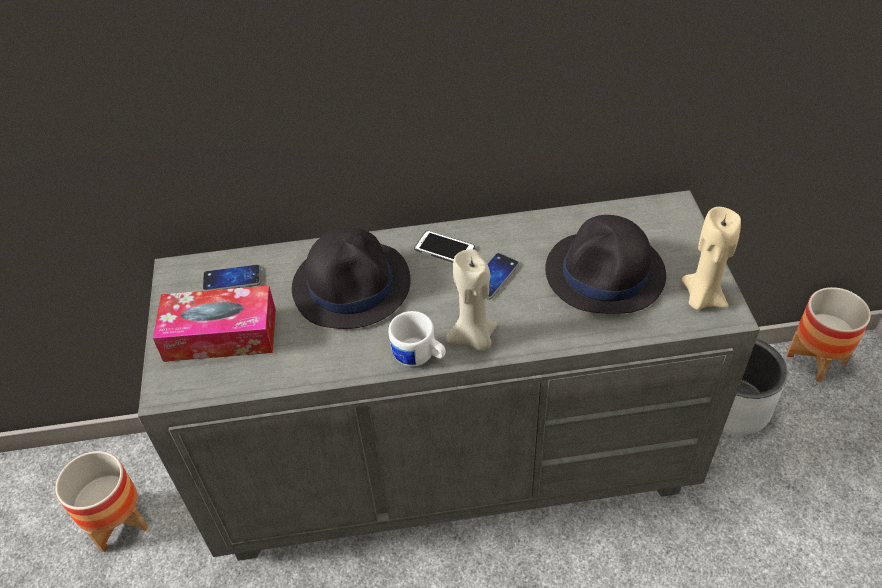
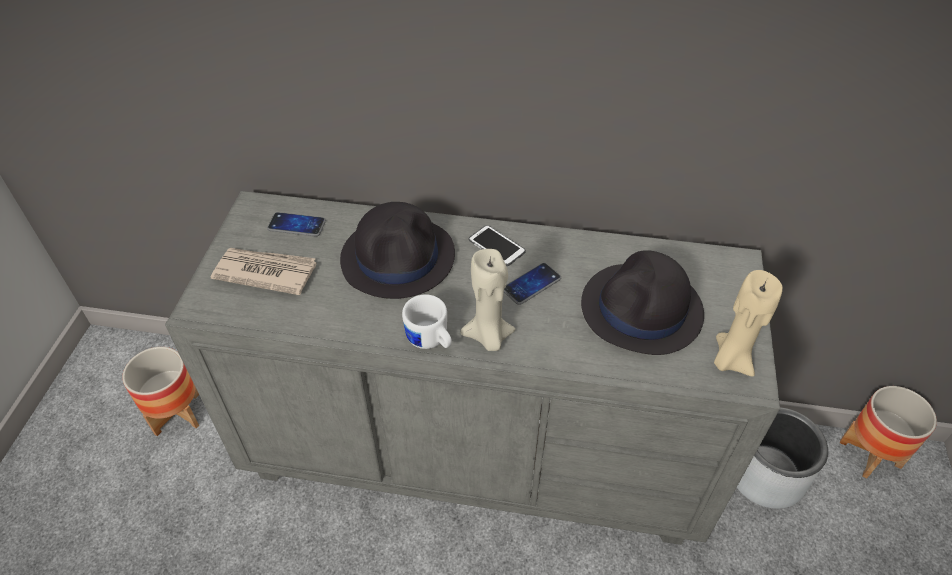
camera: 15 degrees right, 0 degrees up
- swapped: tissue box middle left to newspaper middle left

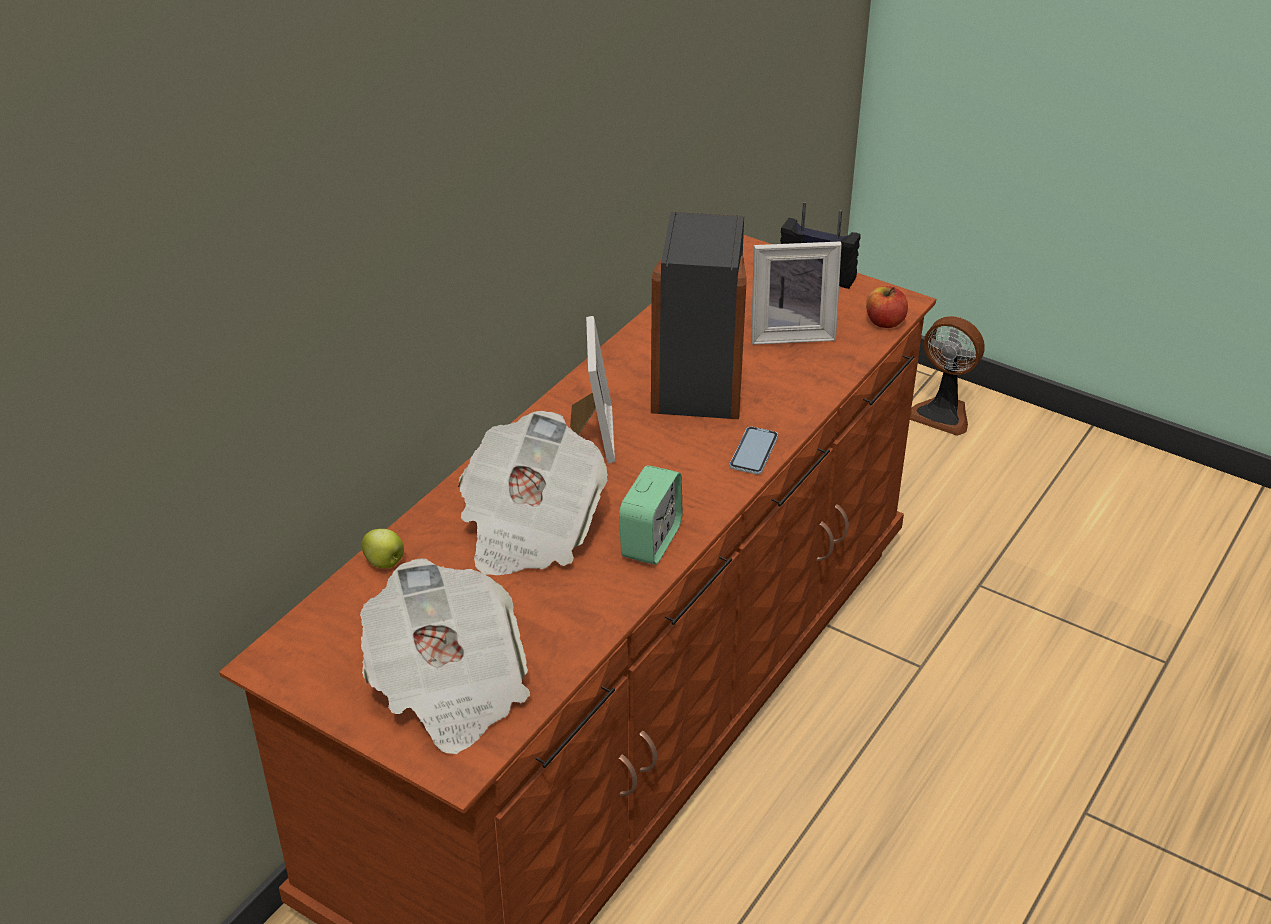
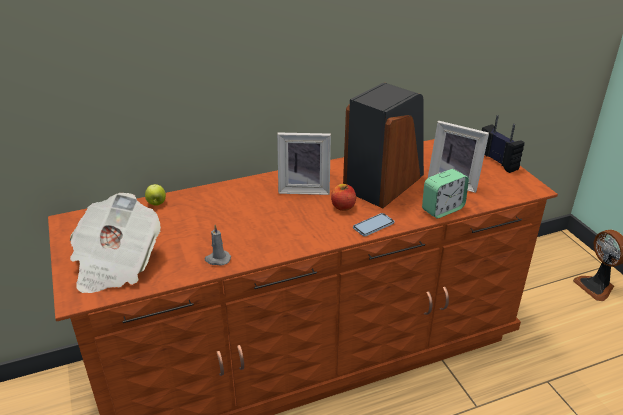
camera: 35 degrees right, 5 degrees down
- new: grey candle centre
- rotated: picture frame (no. 1 from left) centre = centre 60 degrees clockwise
- shifted: apple (no. 2 from left) top right to centre
- shifted: alarm clock centre to middle right
- gone: newspaper (no. 2 from left) centre

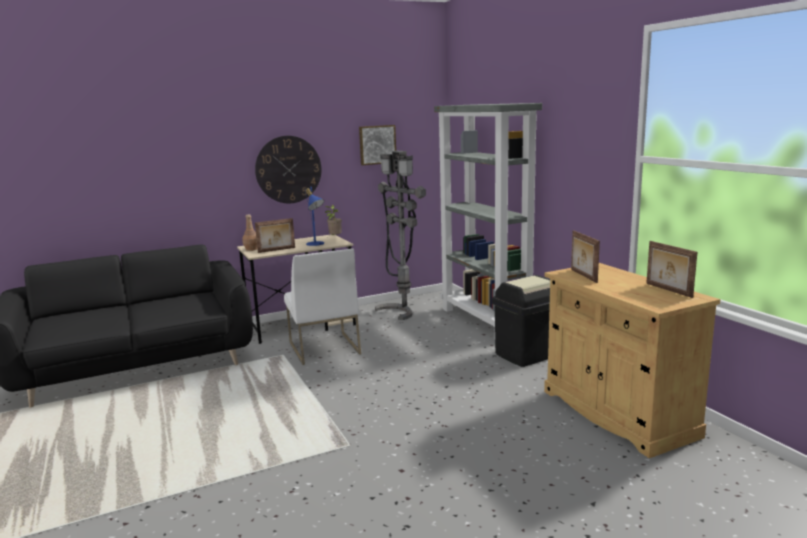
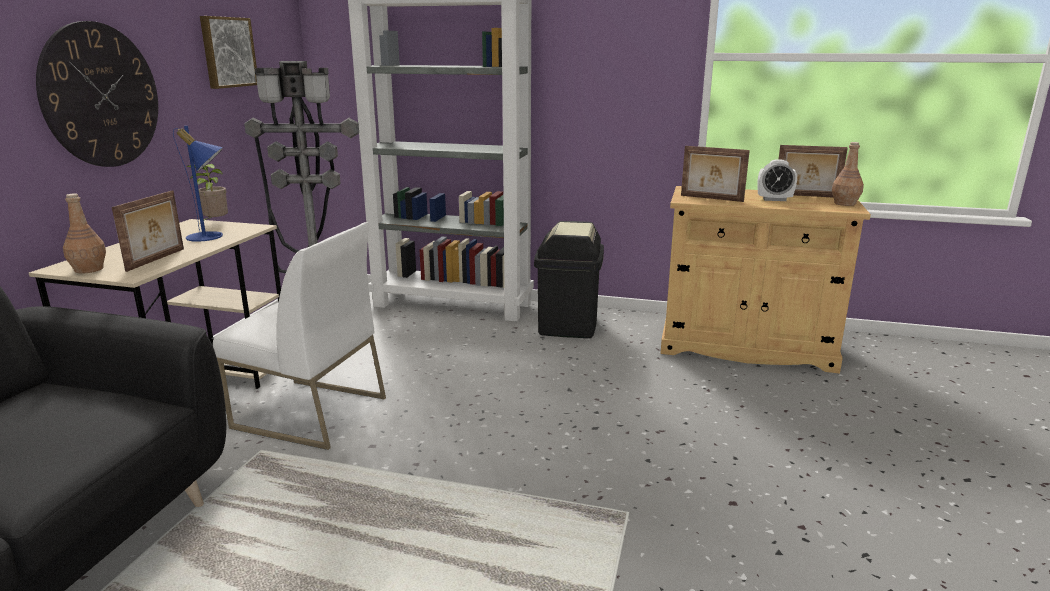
camera: 50 degrees left, 5 degrees up
- new: alarm clock top right
- new: brown bottle (no. 2 from left) top right

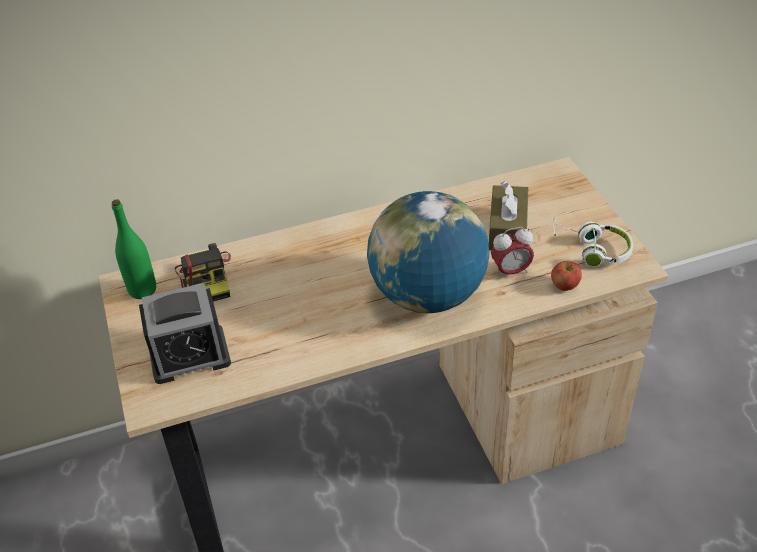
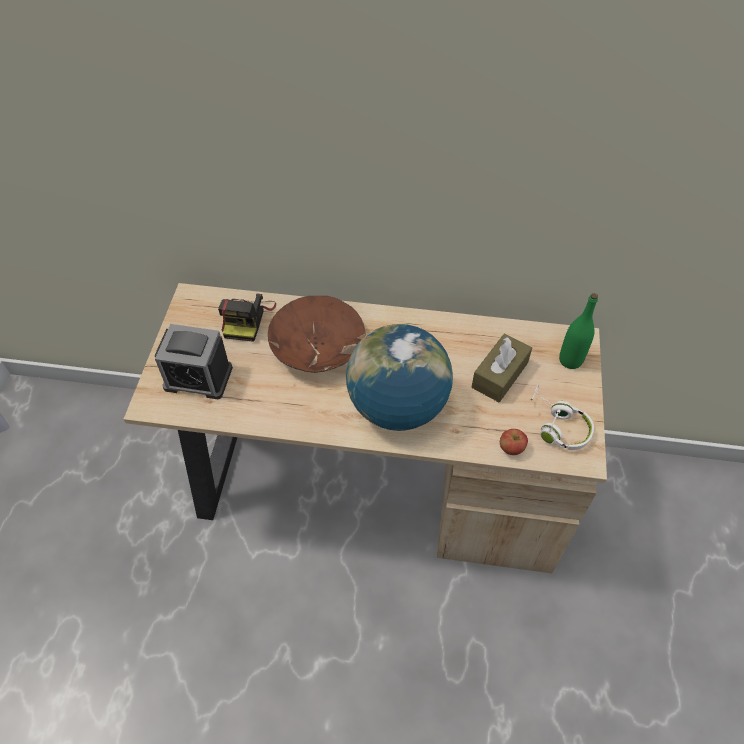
camera: 25 degrees right, 10 degrees up
- new: brown bowl centre
- shifted: green bottle middle left to middle right
- gone: alarm clock (no. 2 from left) middle right

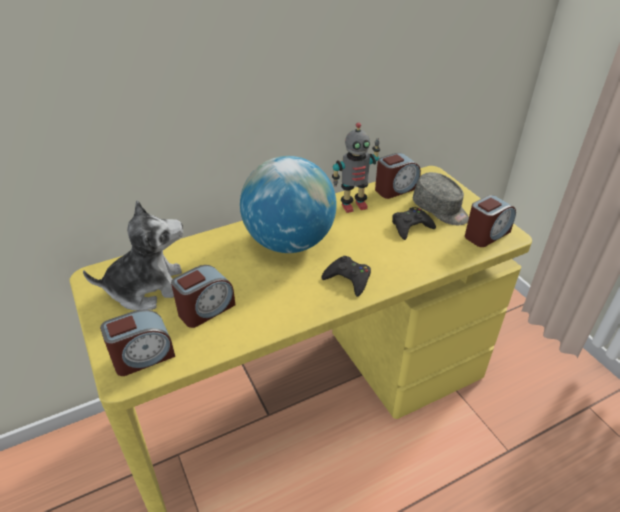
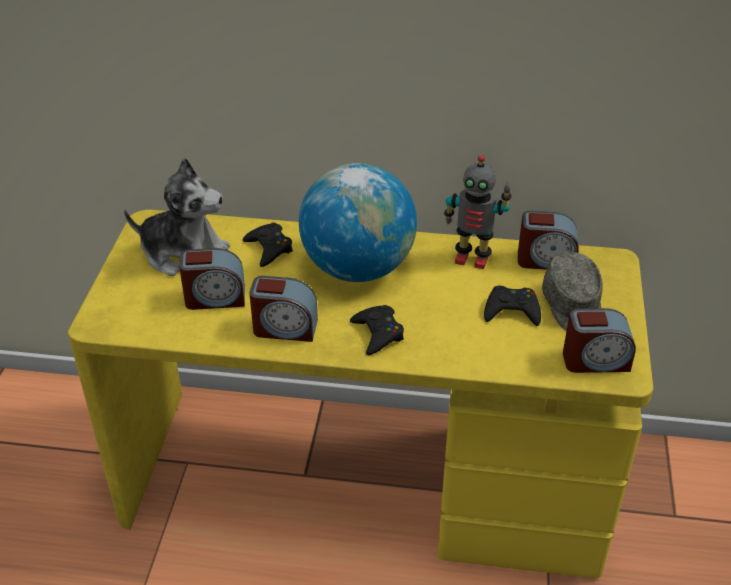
camera: 35 degrees right, 0 degrees up
- new: black game controller (no. 1 from left) centre
- shifted: alarm clock (no. 1 from left in the first image) bottom left to alarm clock (no. 2 from left) centre

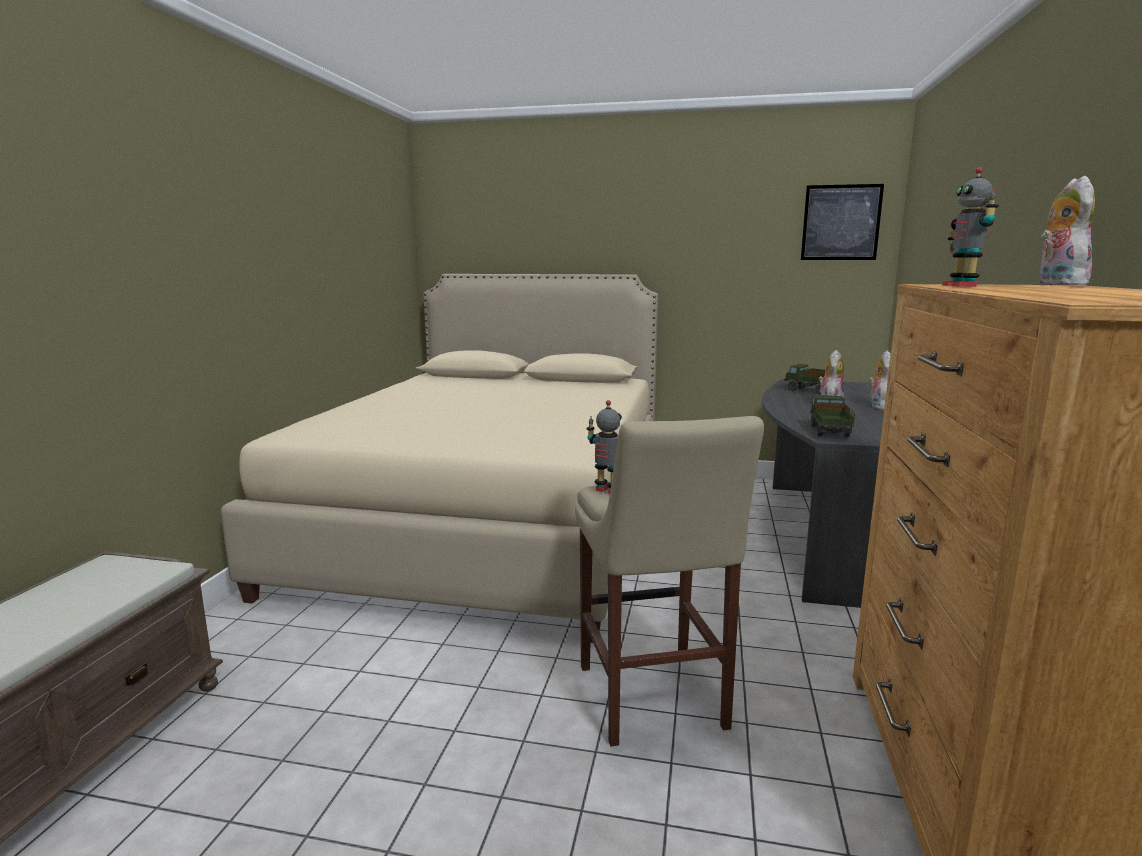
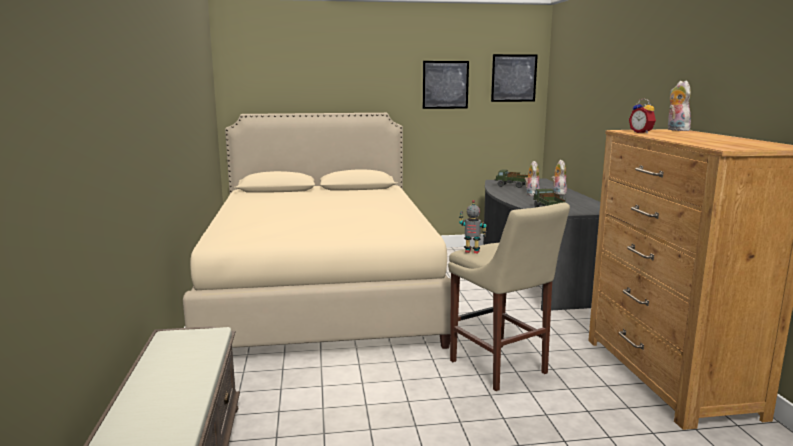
camera: 20 degrees left, 0 degrees up
- new: picture (no. 1 from left) top centre
- swapped: toy robot (no. 2 from left) top right to alarm clock top right

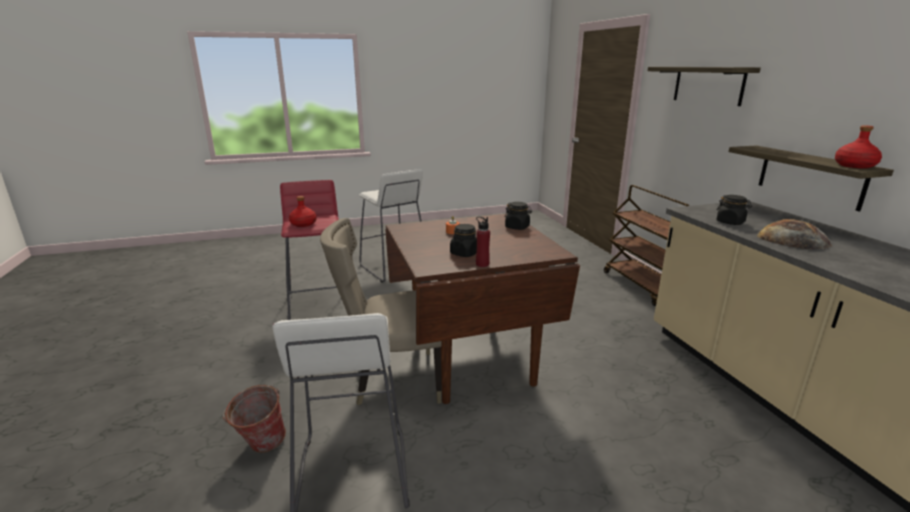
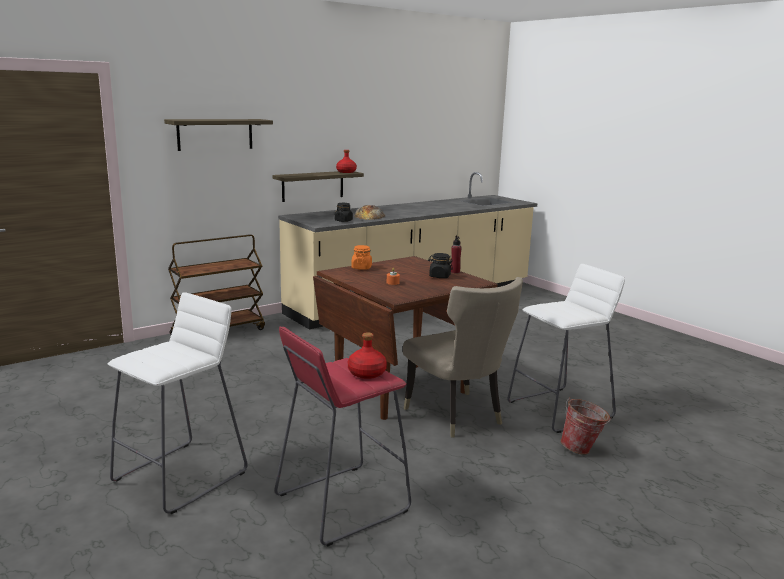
camera: 110 degrees left, 5 degrees down
- repainted: black jar (no. 2 from left) centre to orange jar centre

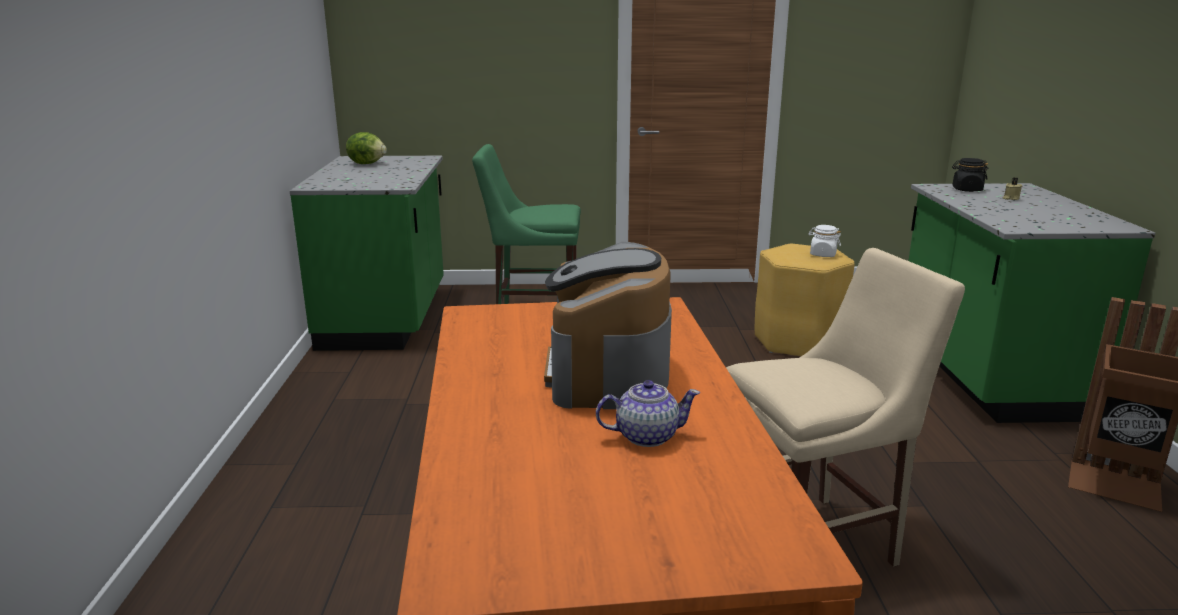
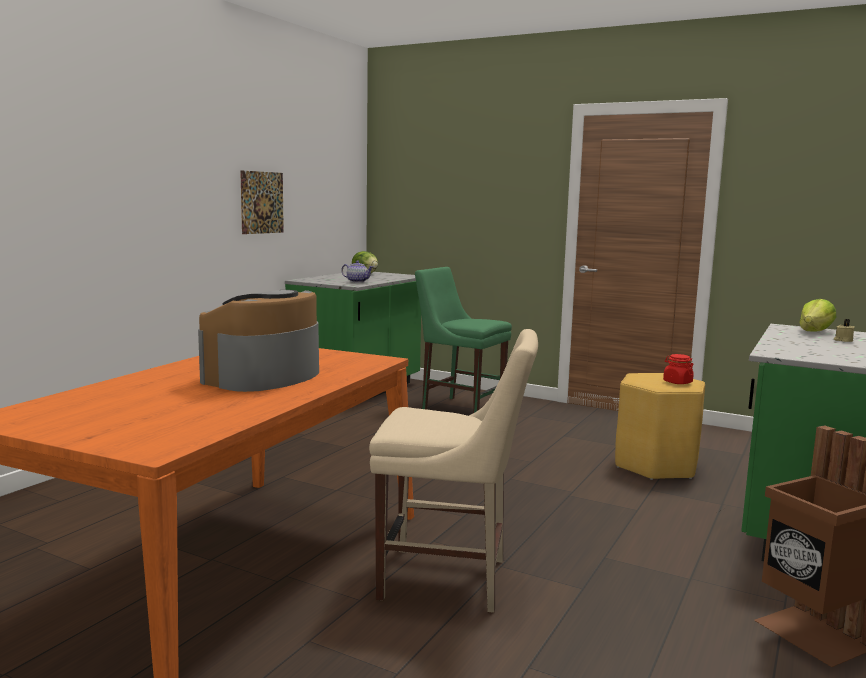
camera: 30 degrees right, 10 degrees down
- new: picture top left
- shifted: teapot bottom centre to centre
- repainted: white jar middle right to red jar middle right
- swapped: black jar top right to lettuce (no. 2 from left) middle right

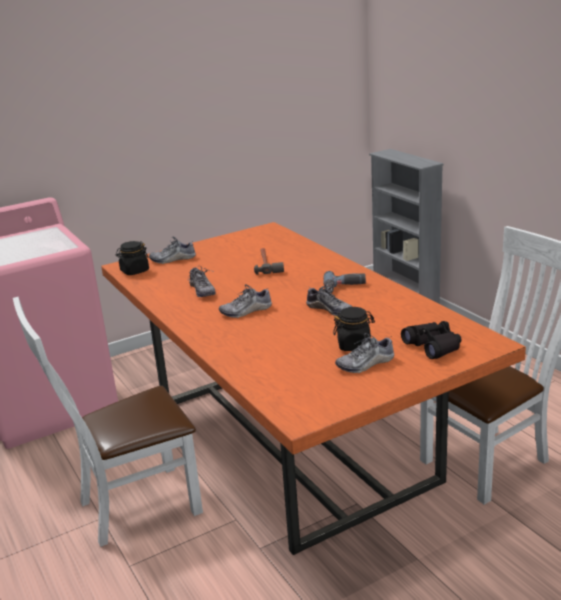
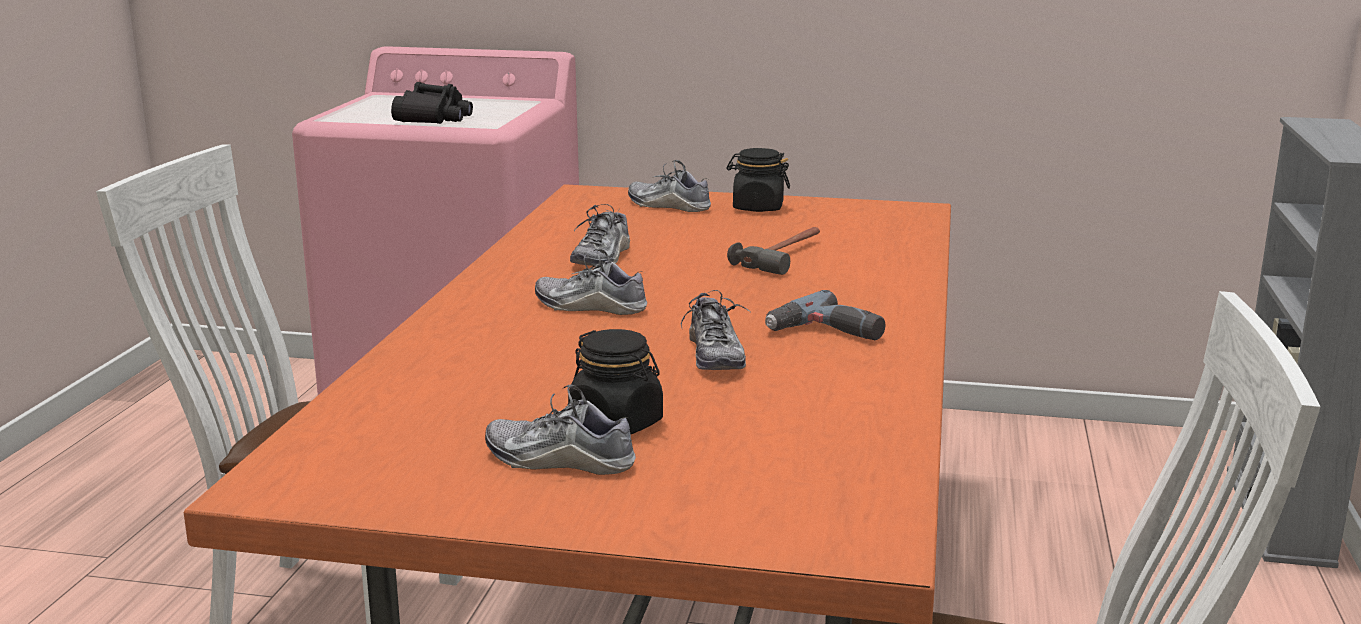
camera: 40 degrees right, 5 degrees down
- shifted: black binoculars middle right to top left
- shifted: black jar (no. 1 from left in the first image) middle left to black jar (no. 2 from left) top centre

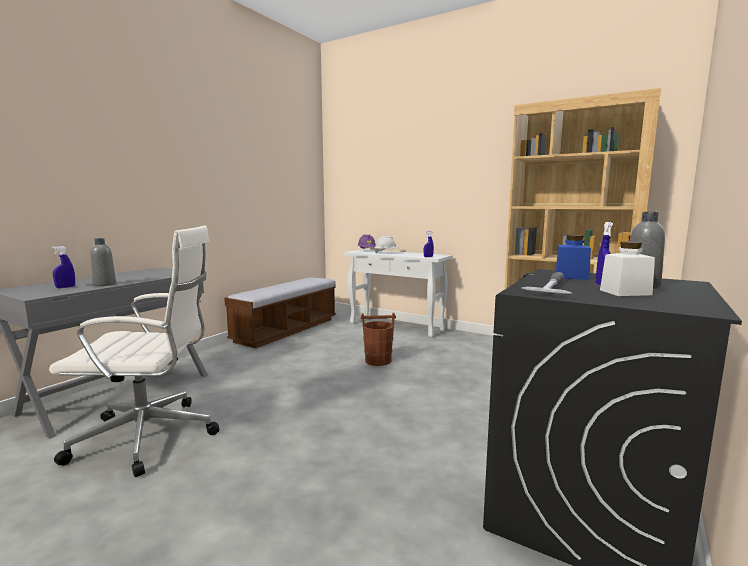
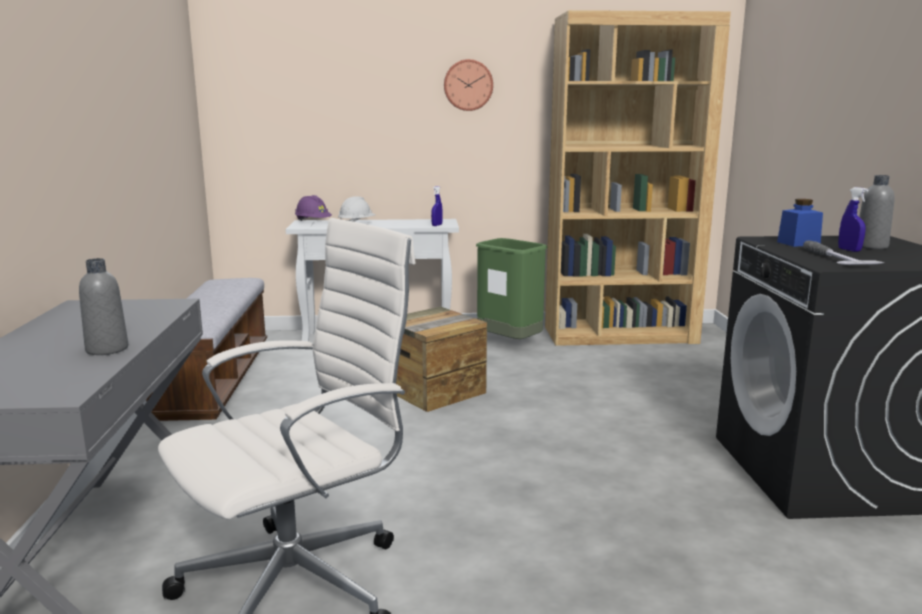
camera: 35 degrees left, 5 degrees up
- swapped: brown bucket centre to crate centre
- new: wall clock top centre
- new: green trash can centre
- gone: blue spray bottle (no. 1 from left) middle left
- gone: white jar middle right

